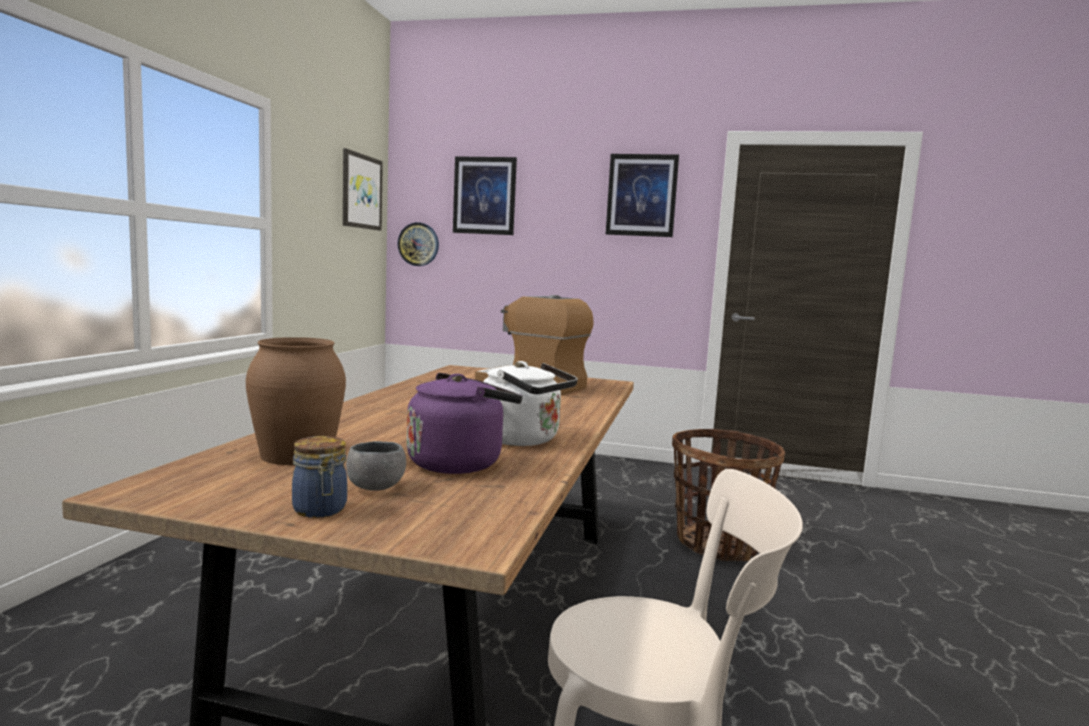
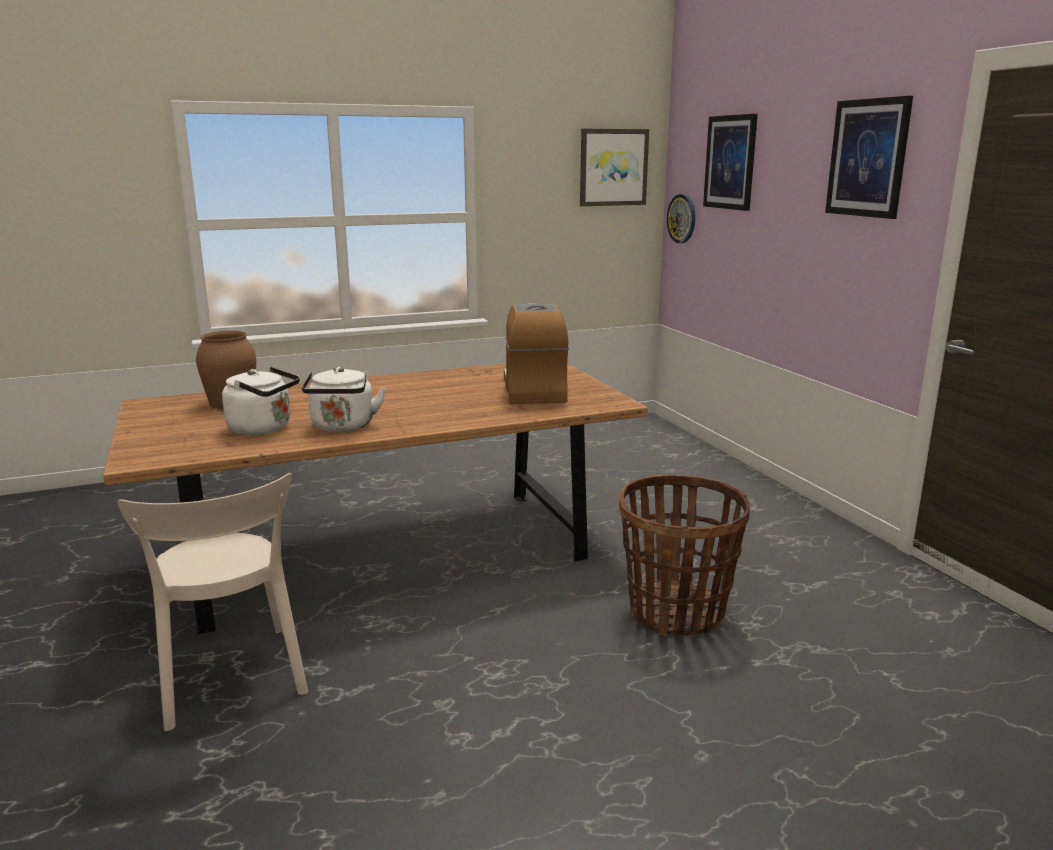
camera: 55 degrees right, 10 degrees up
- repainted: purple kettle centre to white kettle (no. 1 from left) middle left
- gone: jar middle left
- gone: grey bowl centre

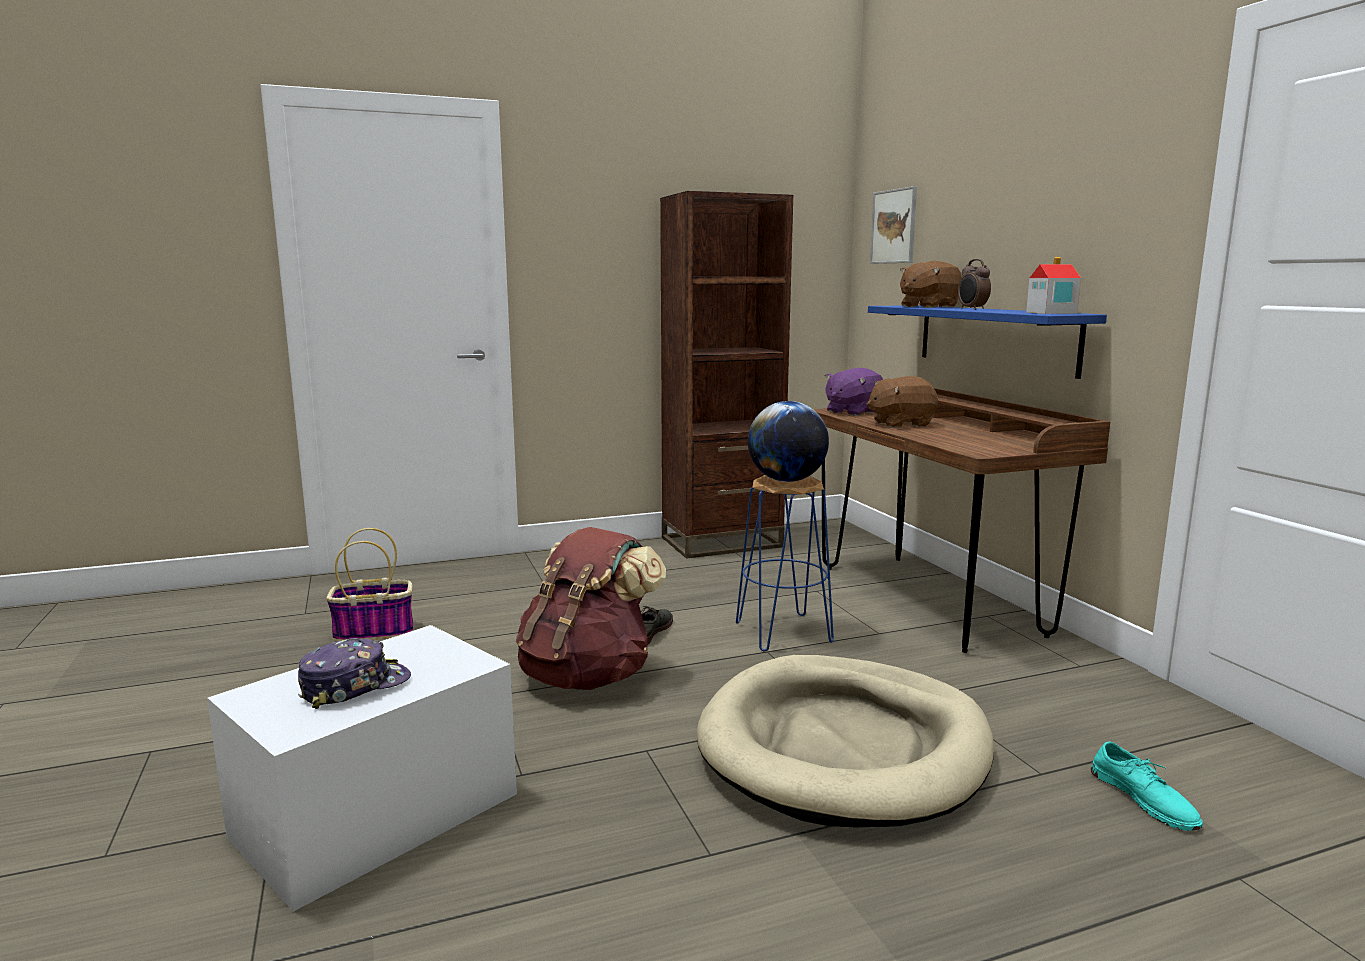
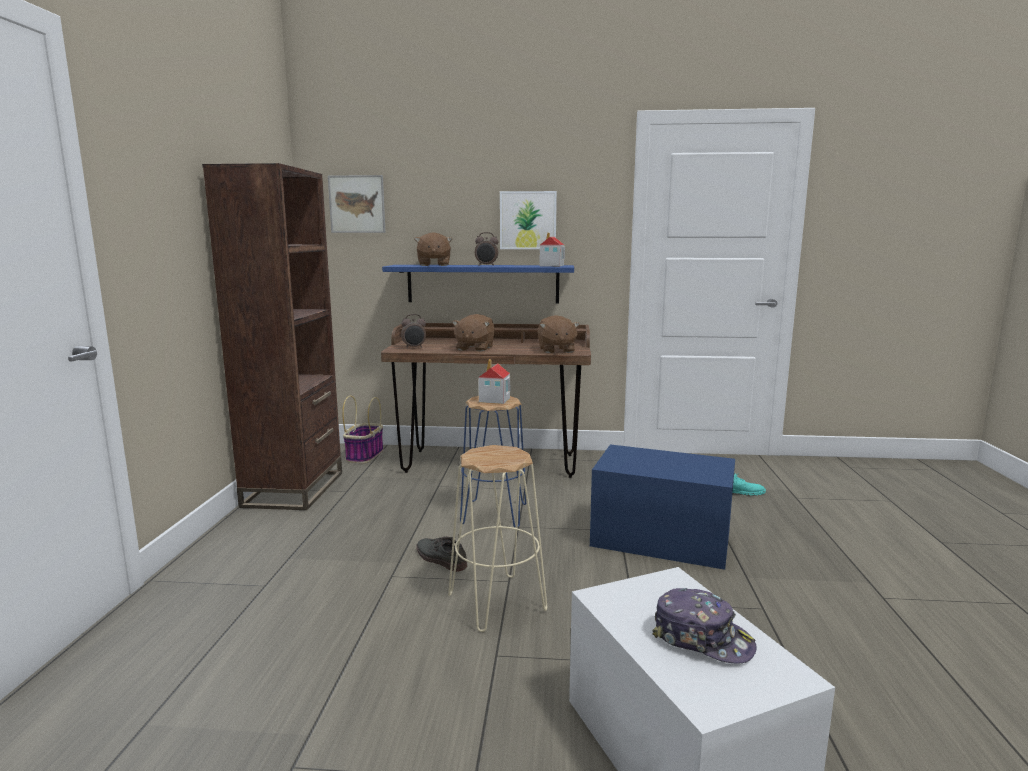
camera: 65 degrees left, 0 degrees up
- shifted: basket middle left to centre
- swapped: purple plush toy centre to alarm clock (no. 1 from left) centre
- swapped: brown backpack centre to beige stool bottom centre
- swapped: globe centre to toy house (no. 1 from left) centre
- new: picture (no. 2 from left) top centre
- new: brown plush toy (no. 3 from left) centre
- swapped: beige dog bed bottom centre to blue storage box centre
- rotated: cap bottom left = bottom right 135 degrees clockwise

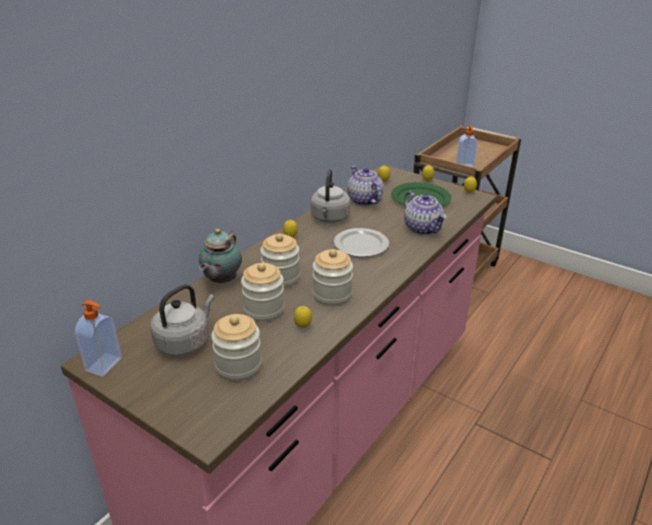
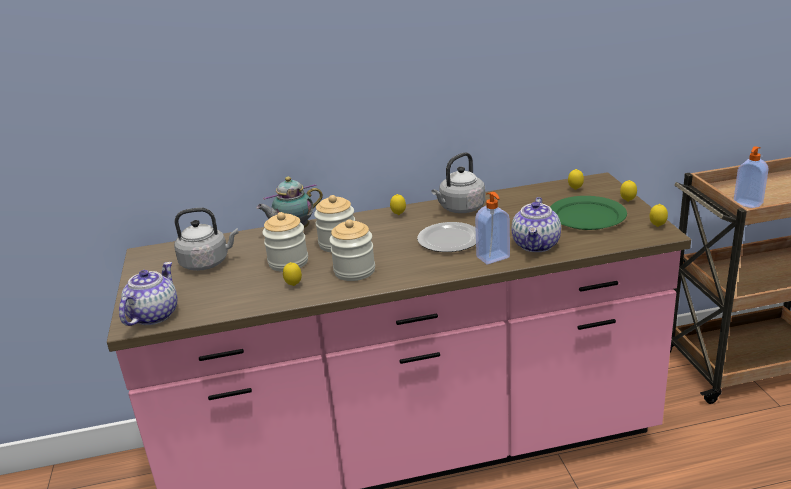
camera: 45 degrees right, 5 degrees down
- shifted: teapot (no. 2 from left in the first image) centre to teapot (no. 1 from left) middle left
- shifted: soap dispenser (no. 1 from left) middle left to centre
- gone: jar (no. 1 from left) centre

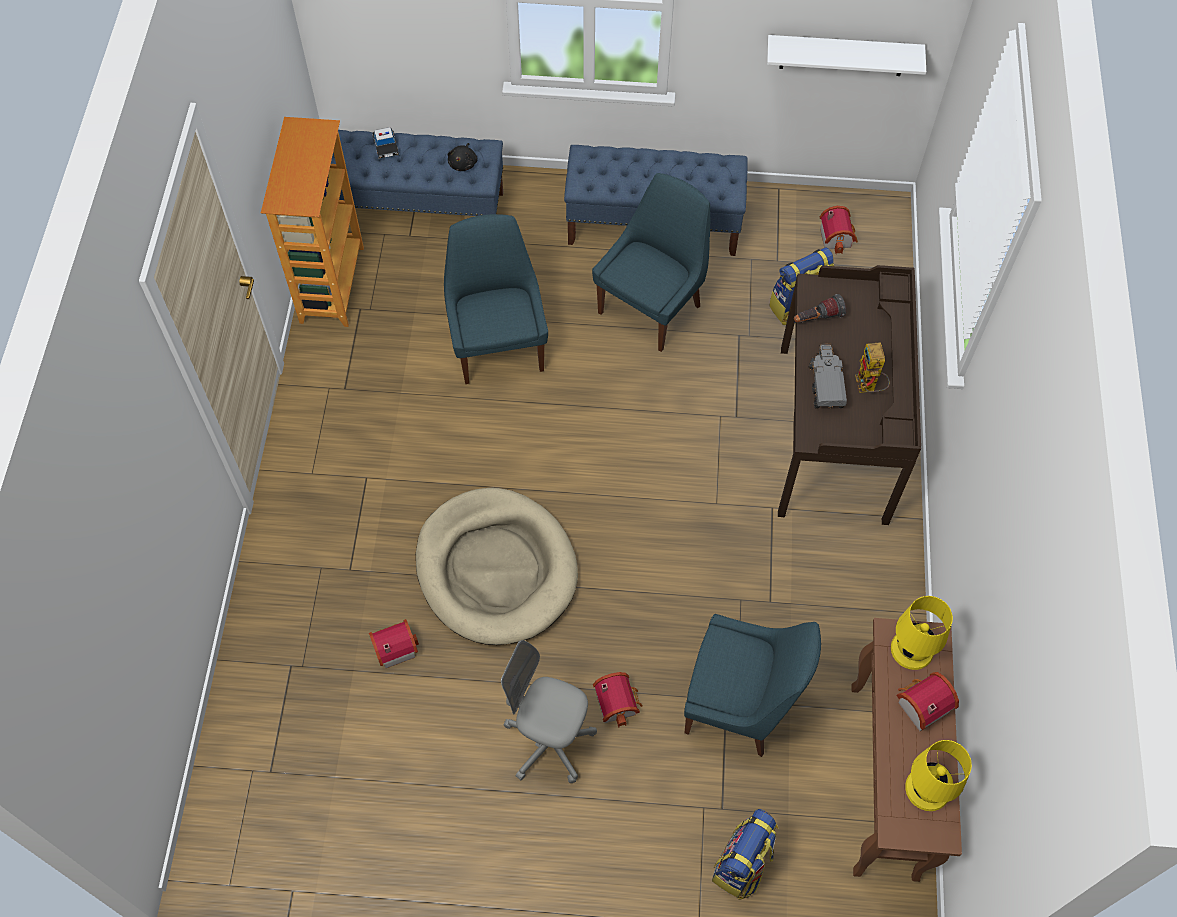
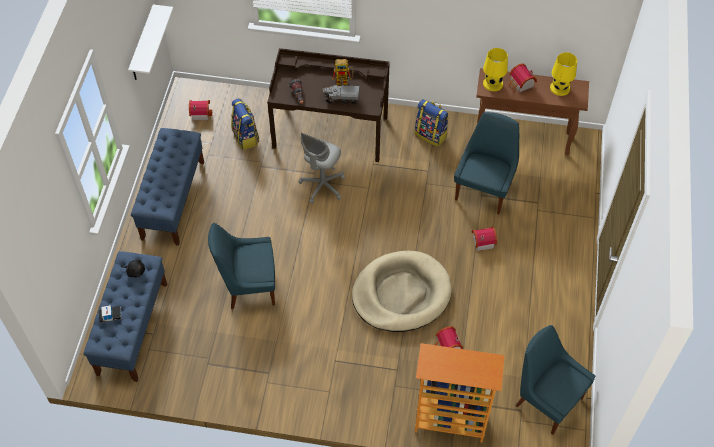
camera: 85 degrees left, 5 degrees down
- shifted: grey office chair bottom centre to centre
- shifted: backpack (no. 1 from left in the first image) bottom centre to backpack (no. 2 from left) top centre
- shifted: bookcase top left to bottom centre
- shifted: blue chair (no. 2 from left in the first image) top centre to blue chair (no. 3 from left) bottom right

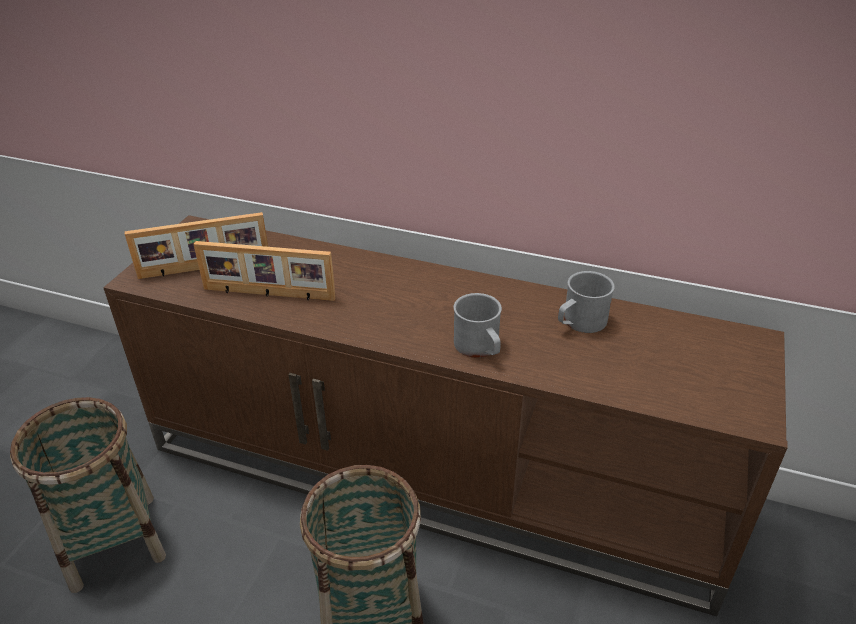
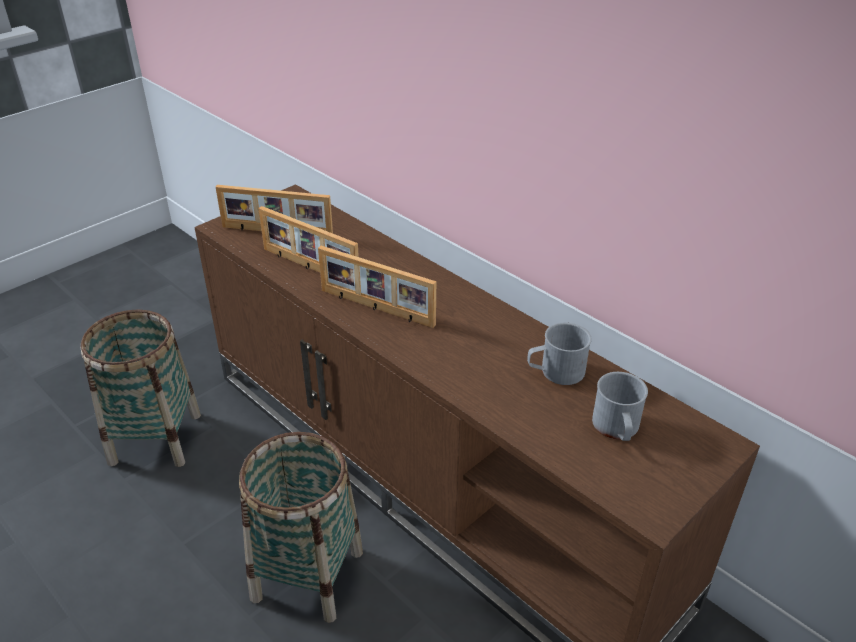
camera: 25 degrees right, 0 degrees up
- new: picture frame (no. 3 from left) centre
- shifted: grey mug (no. 1 from left in the first image) centre to grey mug (no. 2 from left) middle right

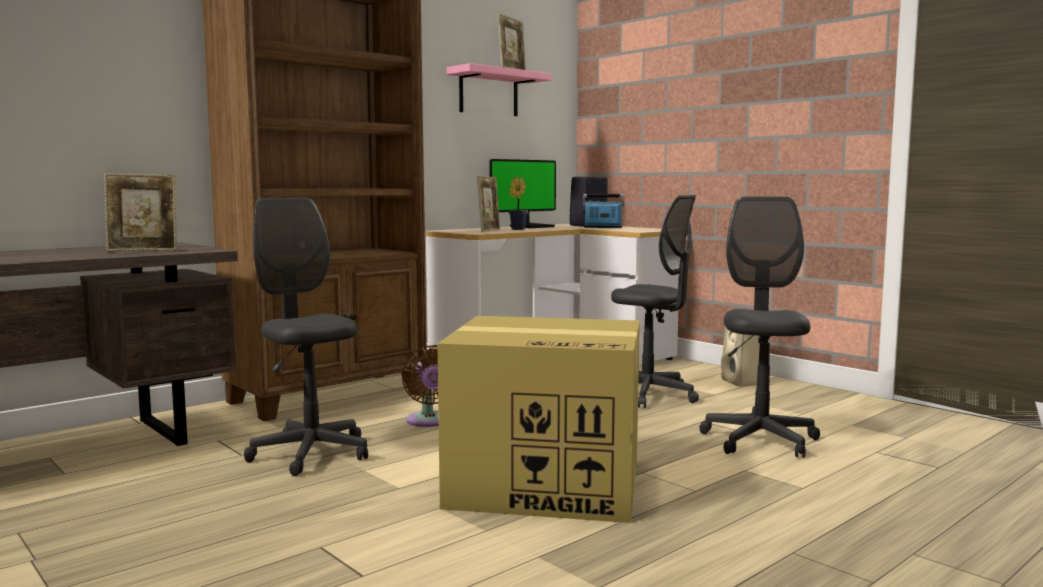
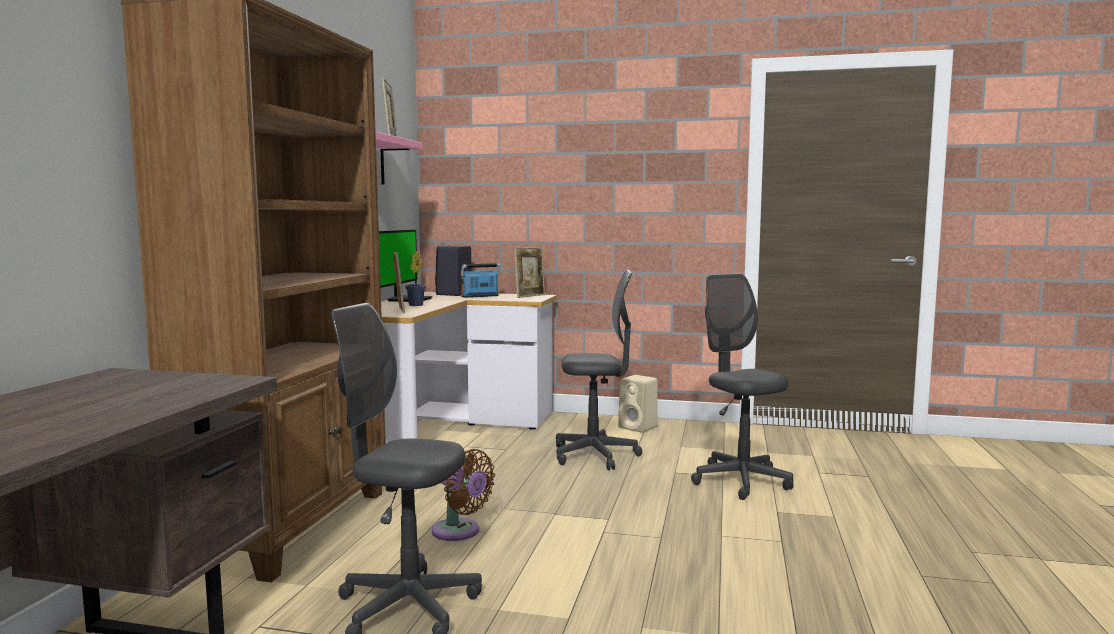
camera: 35 degrees left, 0 degrees up
- shifted: picture frame (no. 1 from left in the first image) middle left to picture frame (no. 3 from left) centre
- gone: cardboard box bottom centre

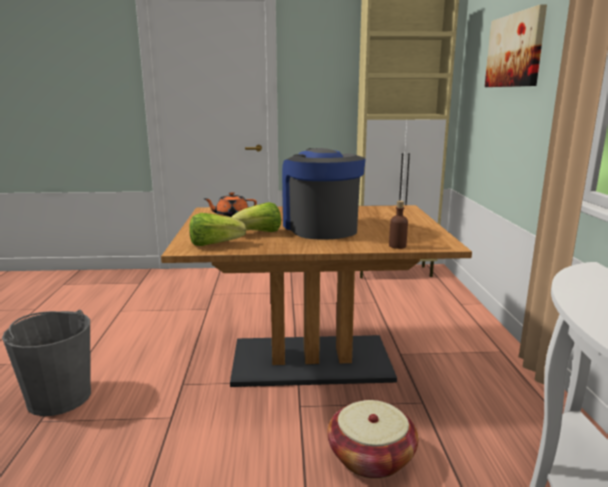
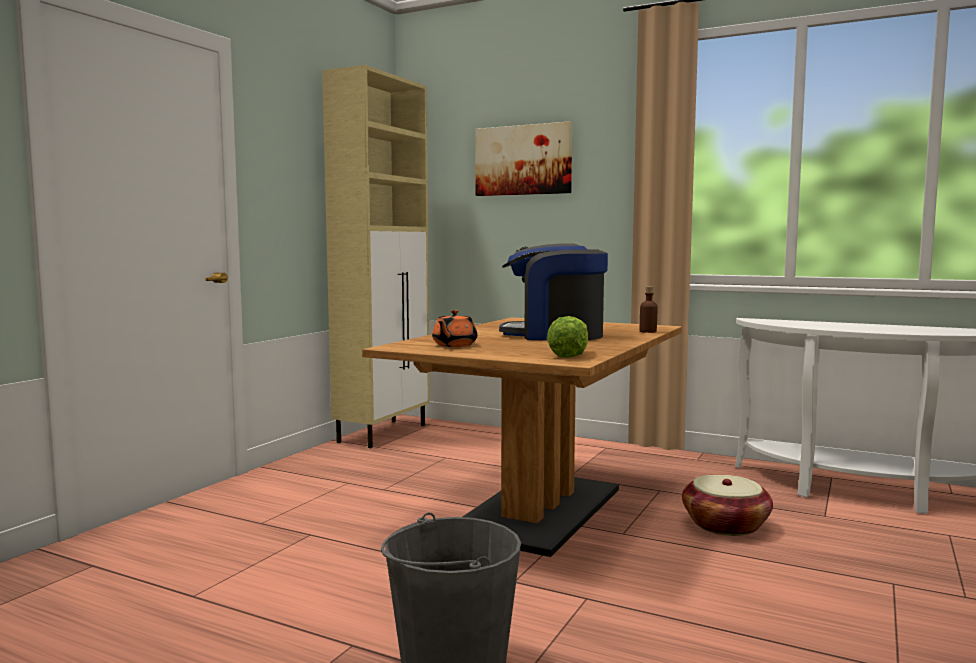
camera: 60 degrees left, 10 degrees down
- gone: lettuce (no. 2 from left) centre

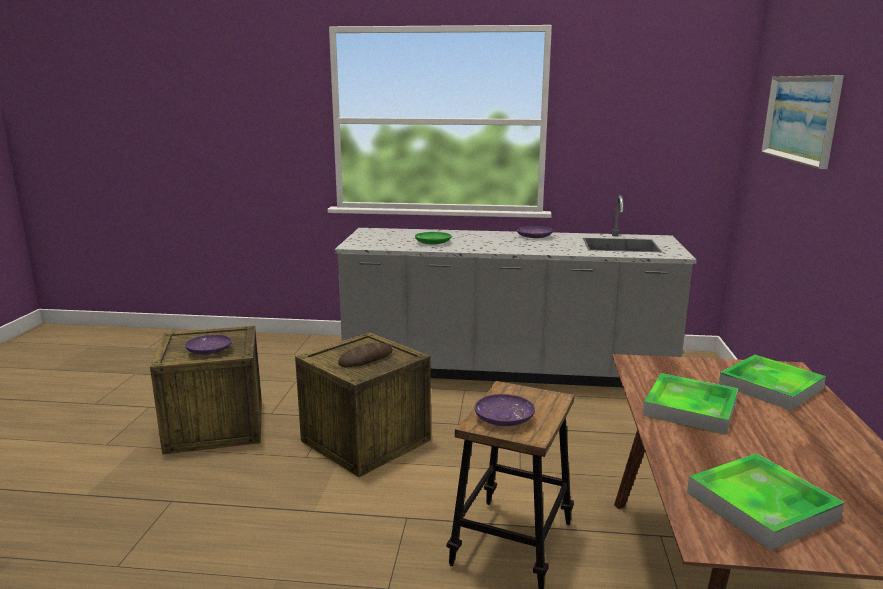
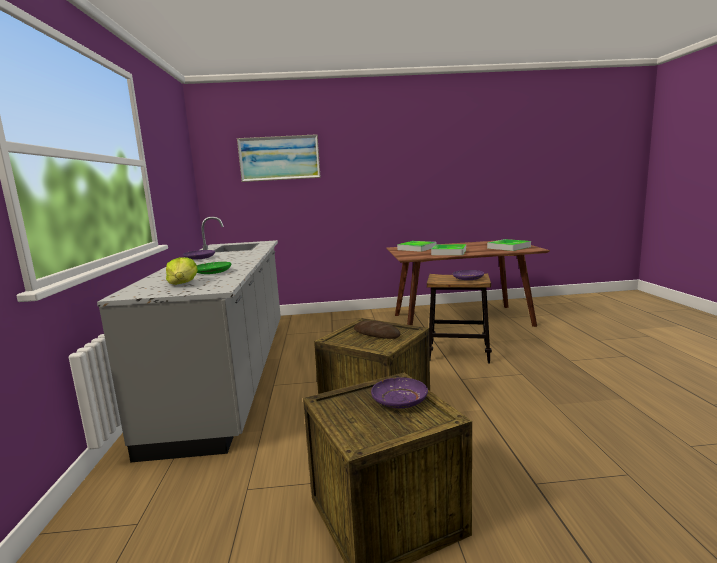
camera: 100 degrees left, 5 degrees down
- new: lettuce middle left

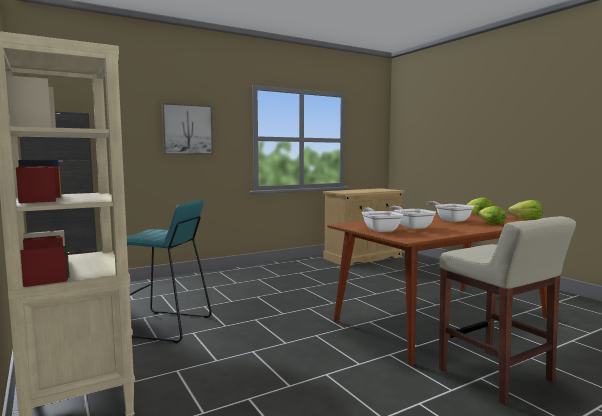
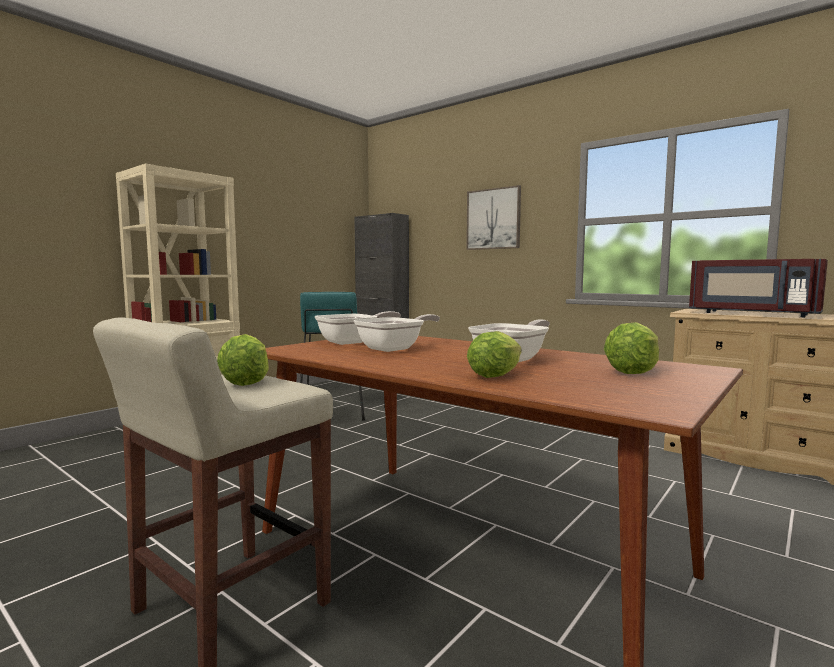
camera: 70 degrees right, 0 degrees up
- shifted: lettuce (no. 3 from left in the first image) middle right to lettuce (no. 1 from left) middle left
- new: red microwave middle right

